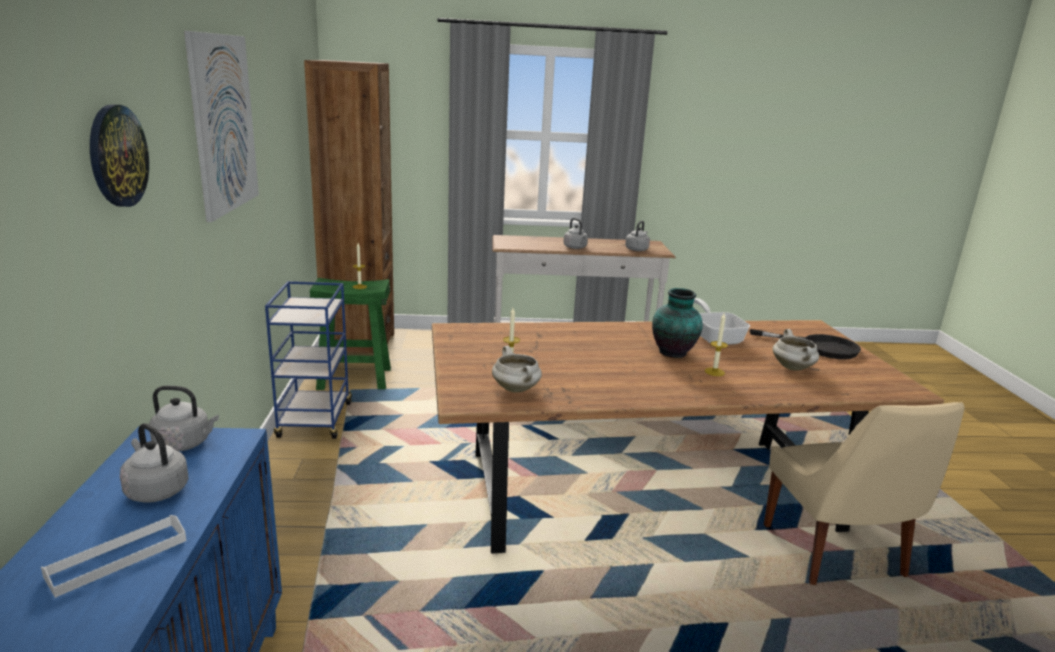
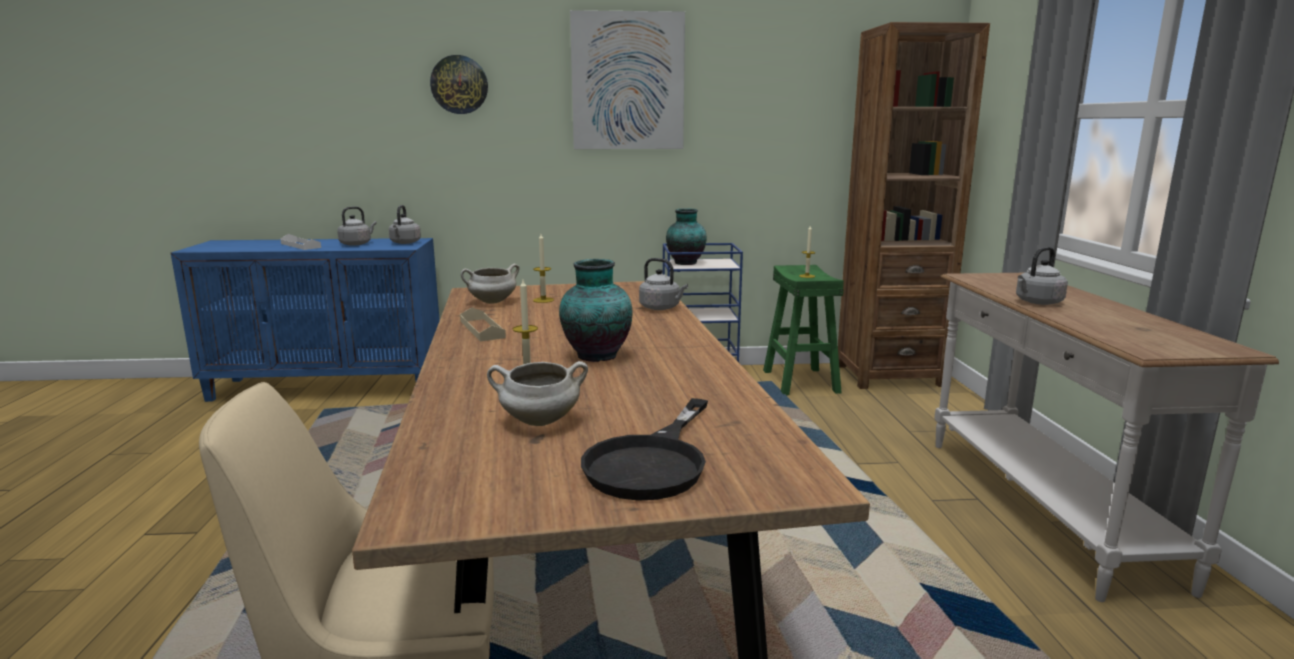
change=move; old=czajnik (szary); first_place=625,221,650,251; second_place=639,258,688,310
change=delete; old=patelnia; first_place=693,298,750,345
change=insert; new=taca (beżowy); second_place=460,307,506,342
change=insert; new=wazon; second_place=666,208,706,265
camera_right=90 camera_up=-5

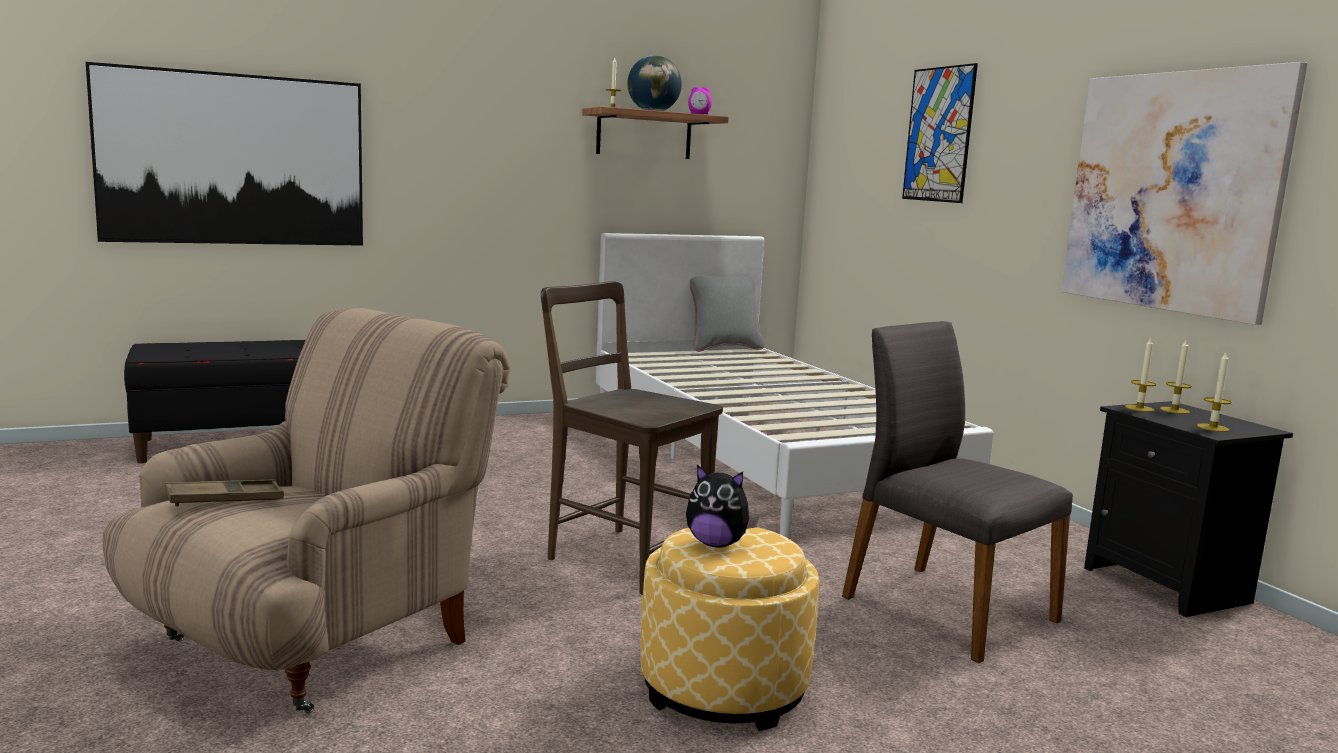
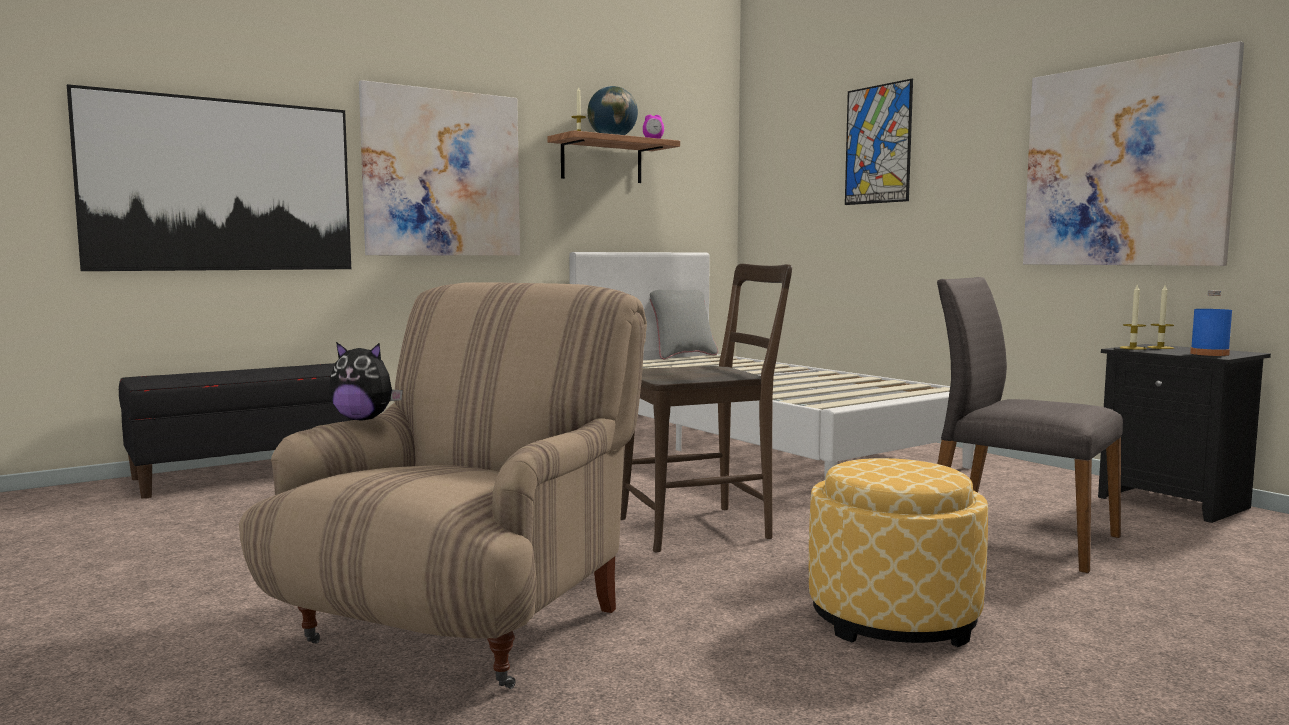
change=delete; old=taca (brązowy); first_place=165,480,284,507
change=rotate; old=krzesło (brązowy); first_place=541,281,723,595; second_place=620,264,792,552; degrees=135
change=move; old=pluszak; first_place=686,465,759,547; second_place=329,342,403,421
change=replace; old=świeca; new=butelka (niebieski); first_place=1197,353,1232,432; second_place=1190,290,1232,356
change=insert; new=obraz; second_place=359,80,520,256
camera_right=-10 camera_up=-5

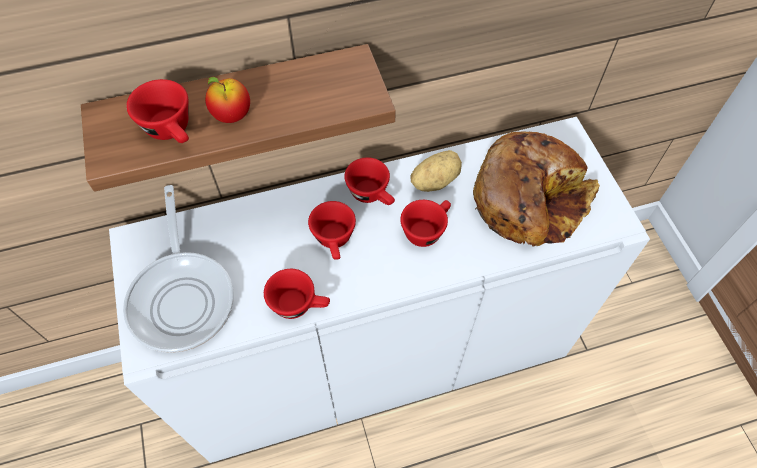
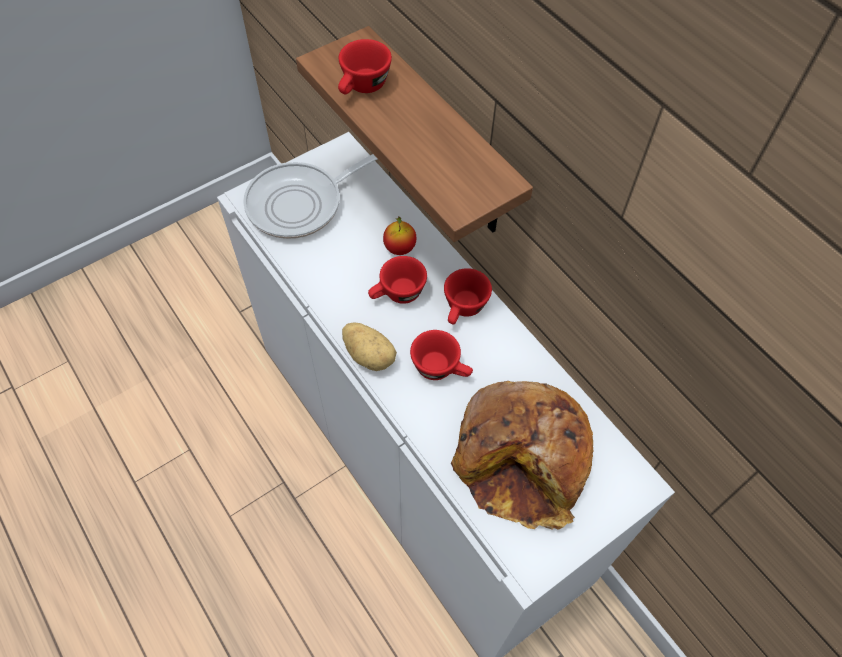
change=move; old=jabłko; first_place=205,77,250,123; second_place=383,216,416,255
change=delete; old=filiżanka (czerwony); first_place=264,269,330,319
change=move; old=ziemniak; first_place=411,150,462,192; second_place=342,322,397,371
camera_right=70 camera_up=0

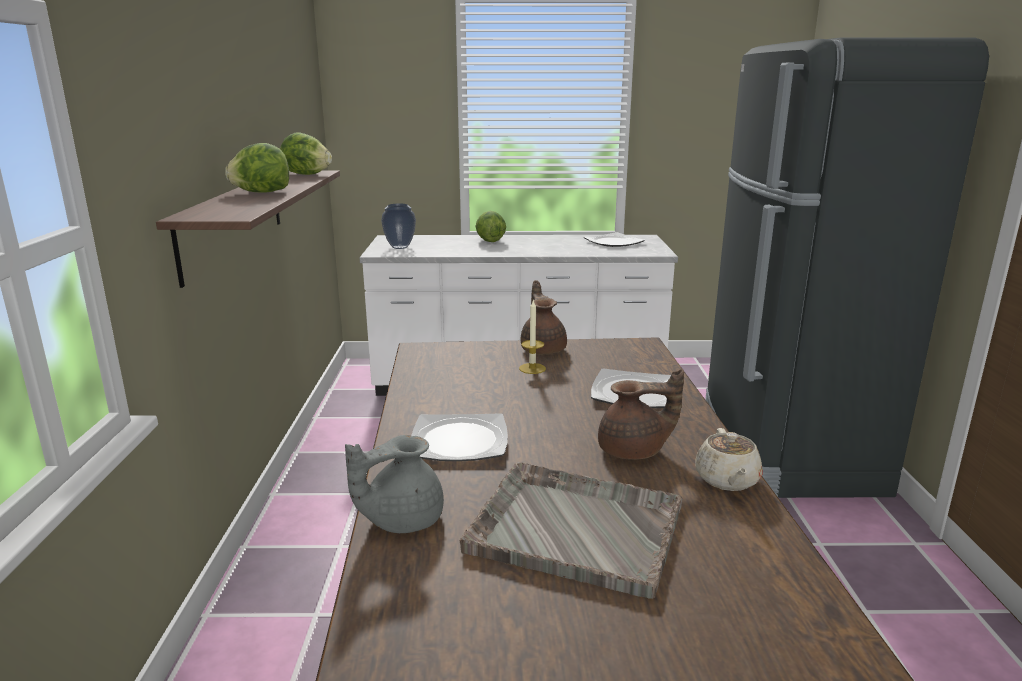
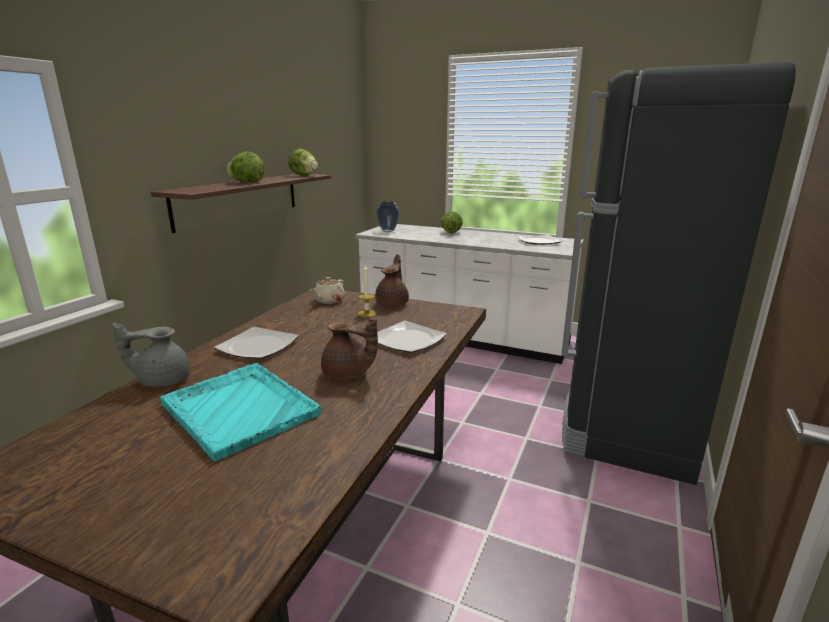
change=recolor; old=taca (szary); new=taca (turkusowy); first_place=460,462,682,599; second_place=159,363,321,461
change=move; old=imbryk (beżowy); first_place=695,428,762,491; second_place=311,277,345,304
camera_right=25 camera_up=0

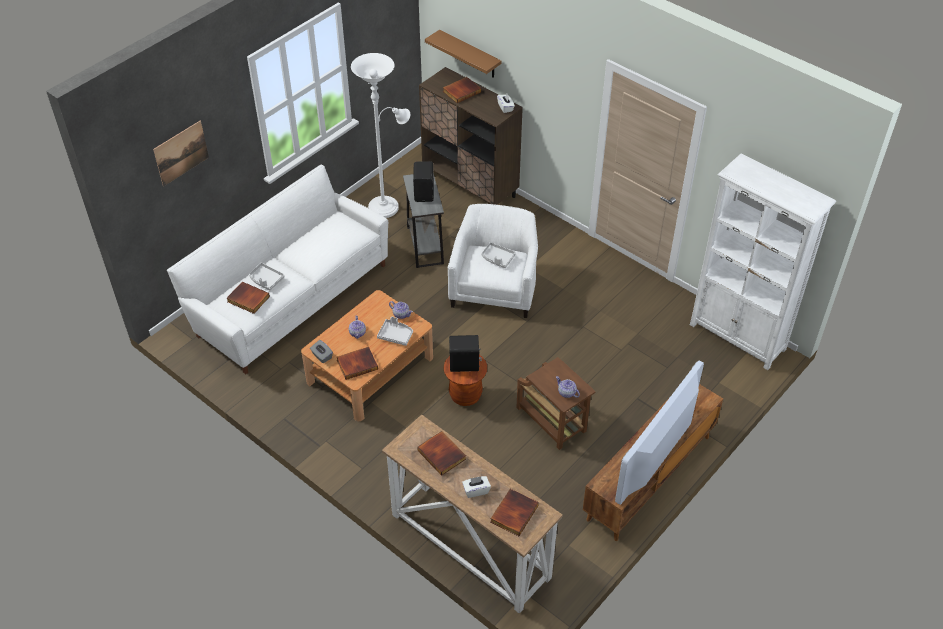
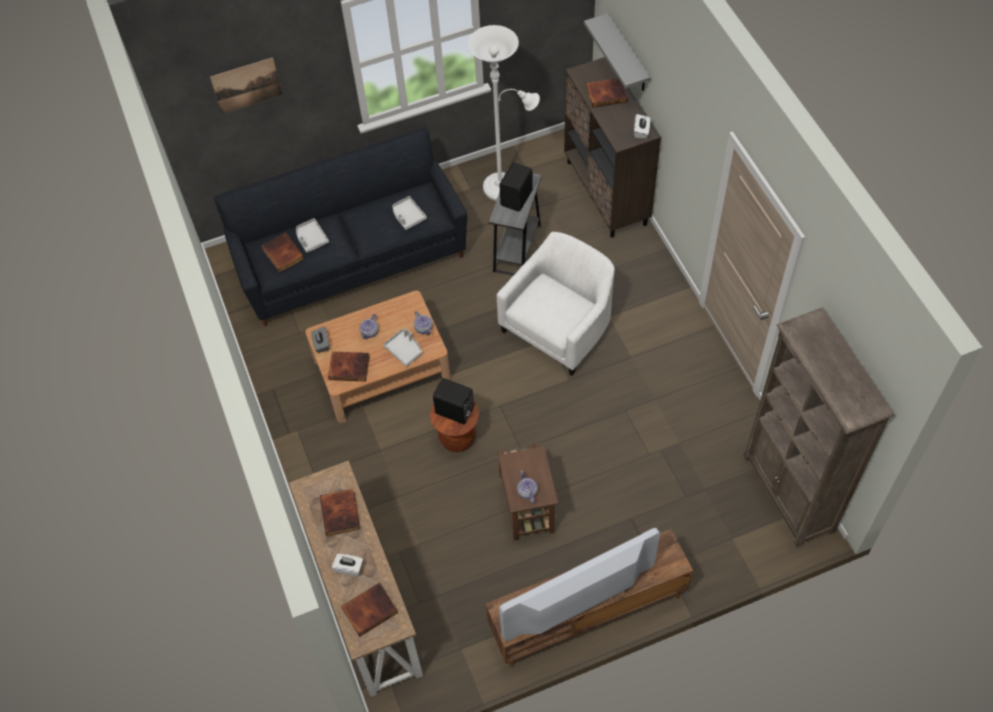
change=recolor; old=kanapa (biały); new=kanapa (czarny); first_place=167,165,388,374; second_place=214,127,468,326
change=recolor; old=półka (brązowy); new=półka (szary); first_place=425,29,501,78; second_place=584,13,651,91
change=move; old=taca (szary); first_place=481,242,516,268; second_place=393,196,427,230
change=recolor; old=regał (biały); new=regał (brązowy); first_place=690,154,836,370; second_place=743,307,895,548
camera_right=30 camera_up=10

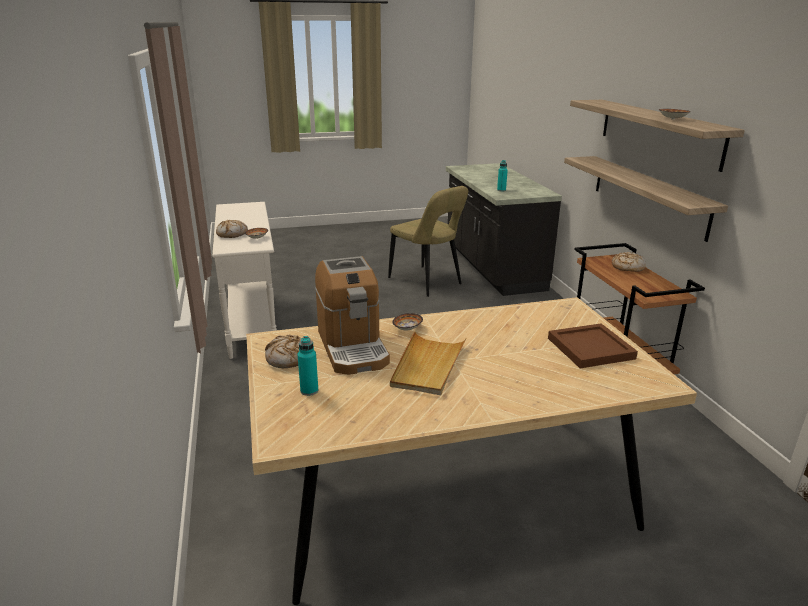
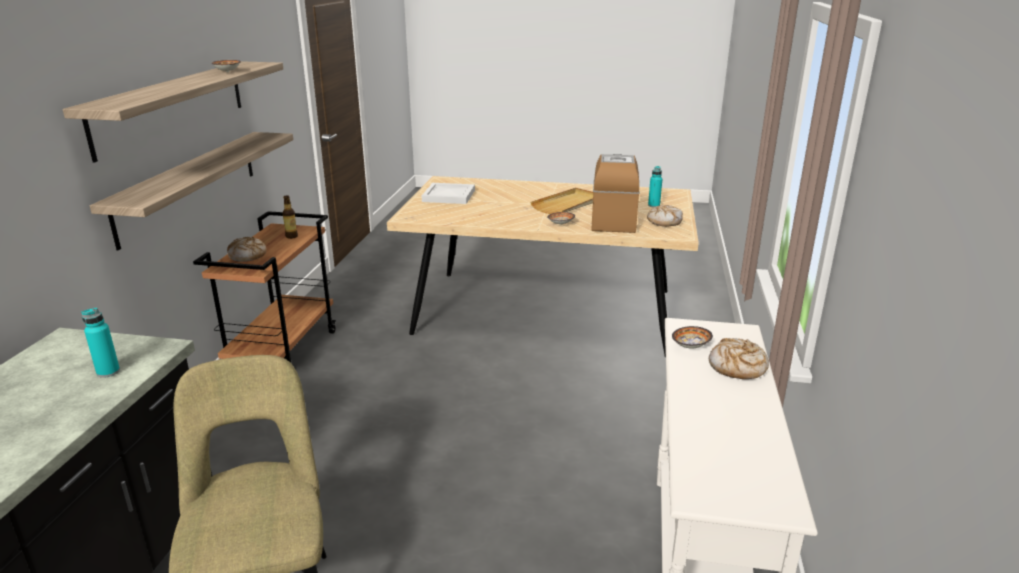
change=recolor; old=taca (brązowy); new=taca (biały); first_place=548,323,638,368; second_place=422,183,475,204
change=insert; new=butelka; second_place=282,195,298,239
camera_right=-155 camera_up=0

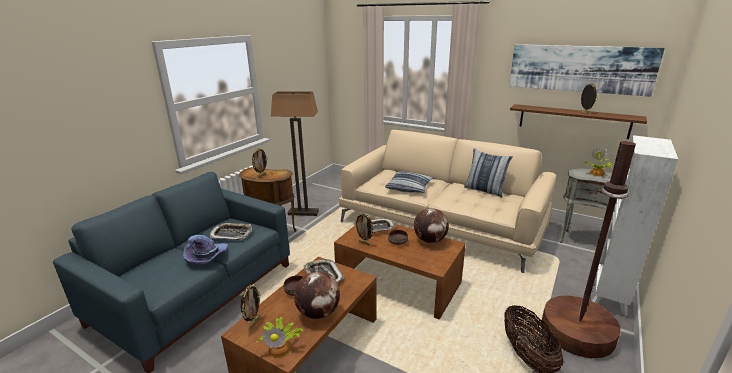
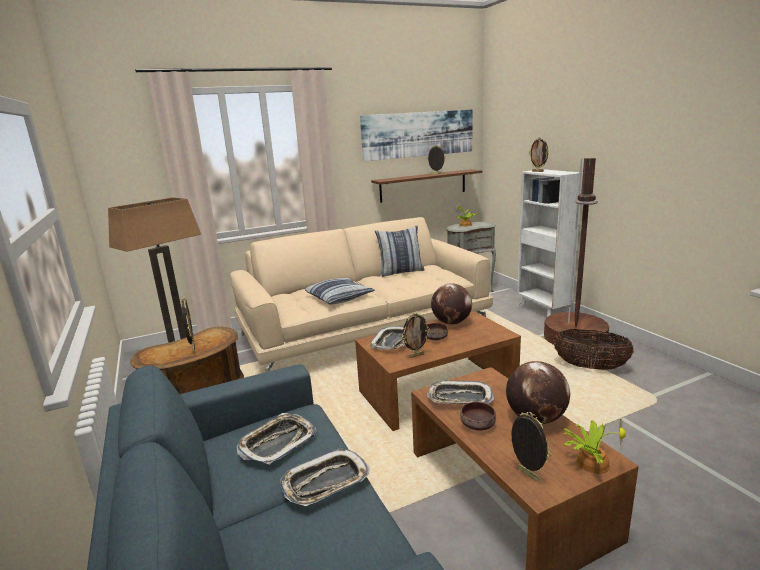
change=replace; old=kapelusz (fioletowy); new=taca; first_place=183,235,228,264; second_place=280,449,369,506
change=insert; new=ramka na zdjęcie; second_place=529,137,549,172
camera_right=-55 camera_up=-5

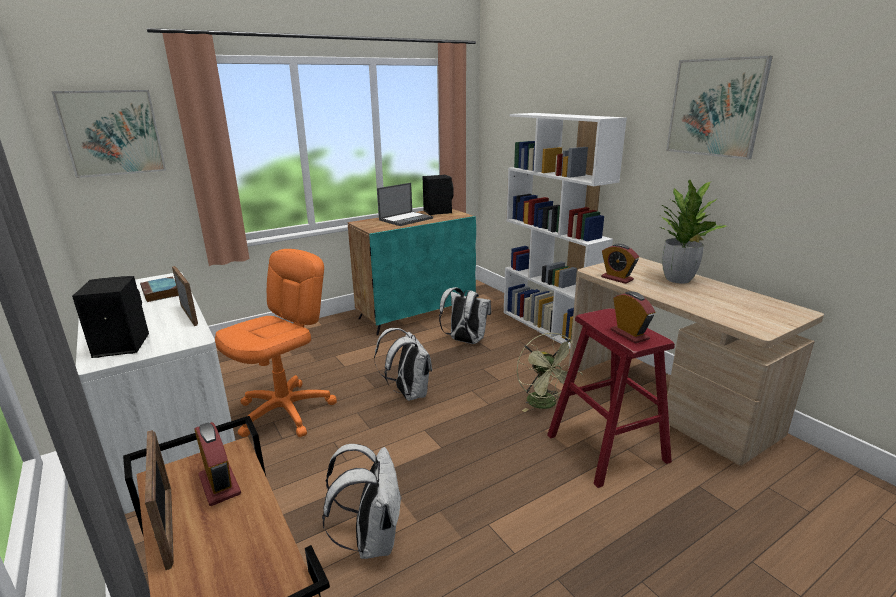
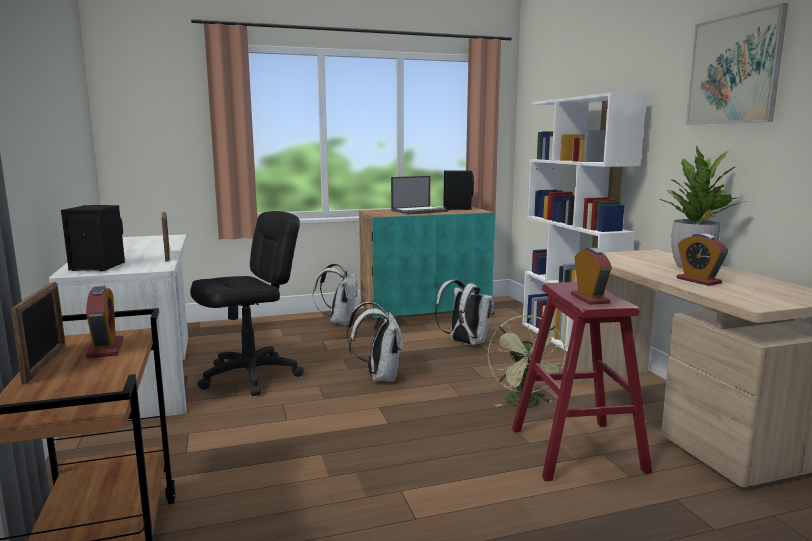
change=delete; old=obraz; first_place=52,90,166,178
change=delete; old=książka; first_place=140,277,178,302
change=recolor; old=krzesło biurowe (pomarańczowy); new=krzesło biurowe (czarny); first_place=215,249,337,437; second_place=190,211,304,396
change=move; old=plecak (biały); first_place=322,444,402,559; second_place=313,263,358,325
change=move; old=budzik; first_place=601,244,639,284; second_place=677,234,728,286
camera_right=15 camera_up=-10

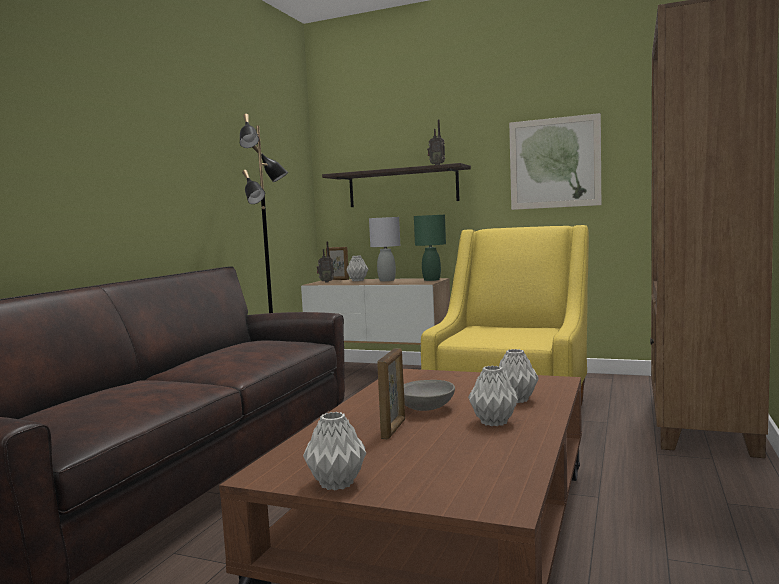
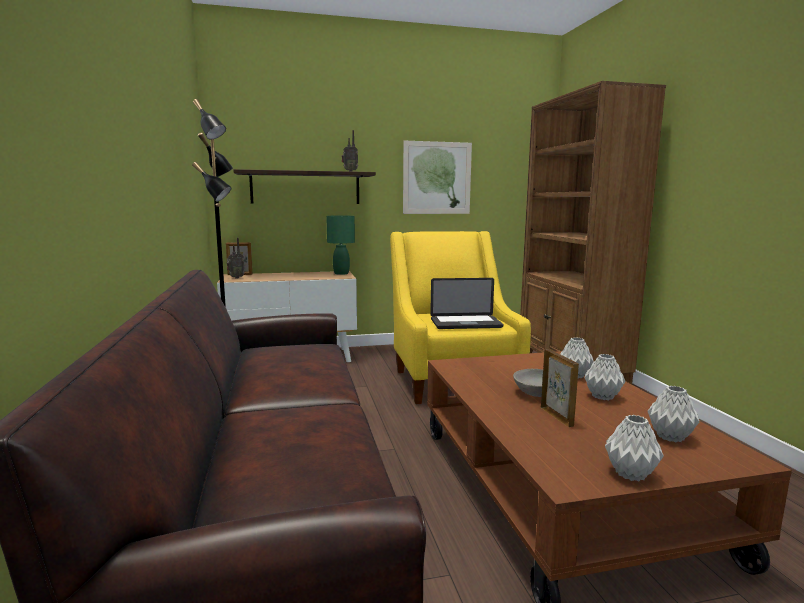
change=move; old=wazon (szary); first_place=346,255,368,281; second_place=647,386,699,442
change=delete; old=lampa stołowa (szary); first_place=369,217,400,281
change=insert; new=laptop; second_place=430,278,503,329
camera_right=-35 camera_up=5

